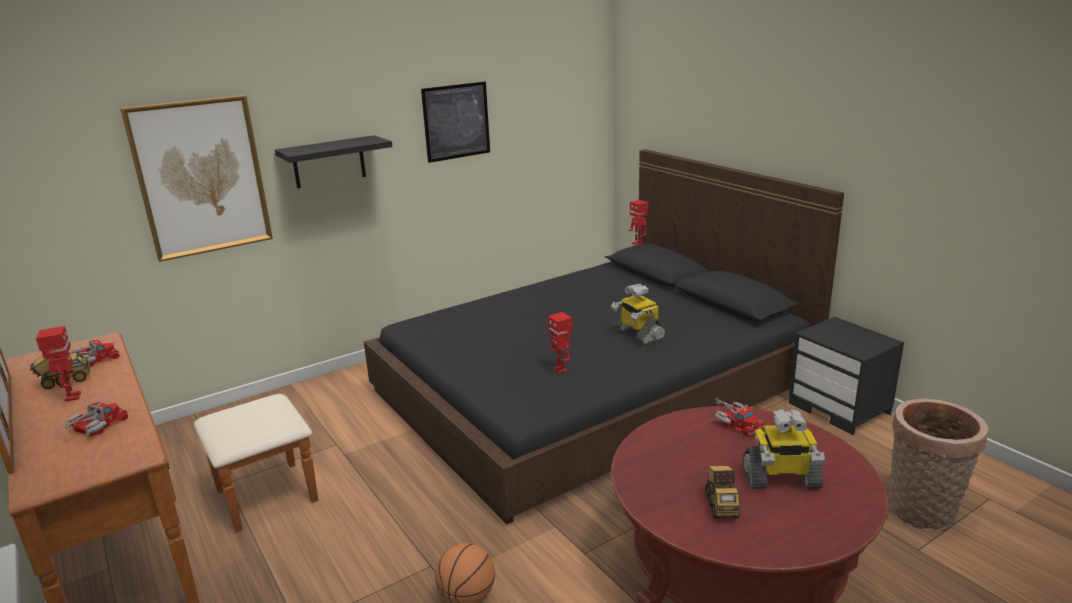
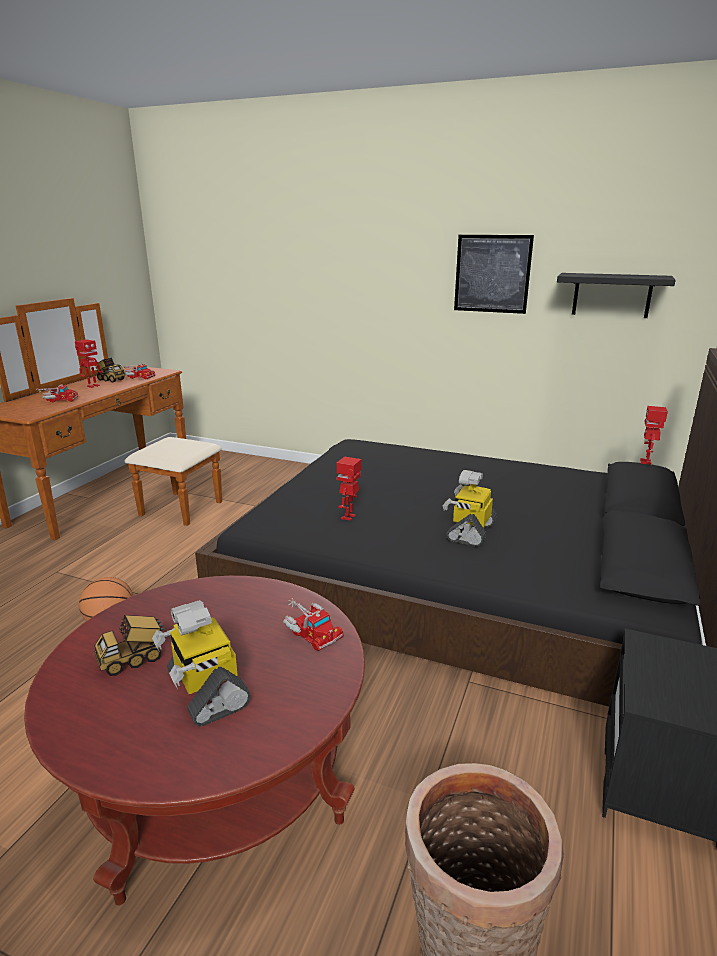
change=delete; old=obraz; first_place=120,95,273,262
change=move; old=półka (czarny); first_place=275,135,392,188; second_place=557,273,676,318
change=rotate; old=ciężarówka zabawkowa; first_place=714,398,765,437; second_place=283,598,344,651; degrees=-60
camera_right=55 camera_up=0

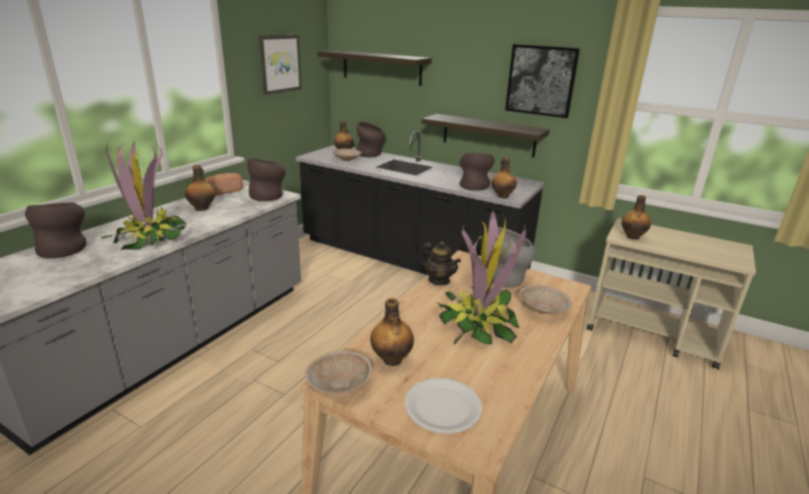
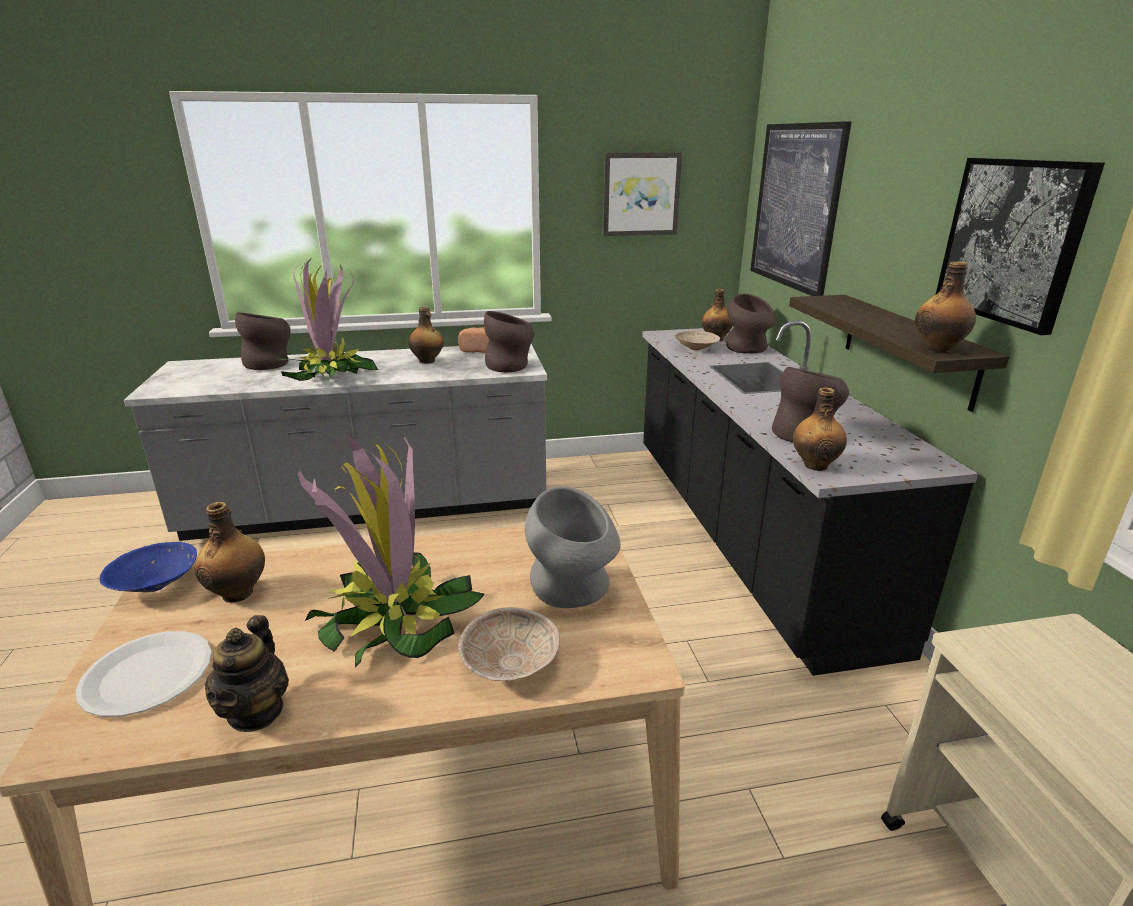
change=recolor; old=miska (beżowy); new=miska (niebieski); first_place=305,350,372,394; second_place=99,542,197,592
change=replace; old=półka; new=obraz; first_place=318,50,432,86; second_place=750,121,852,296
change=move; old=imbryk; first_place=421,241,461,285; second_place=204,615,289,732
change=move; old=butelka; first_place=621,195,651,240; second_place=915,261,976,353
camera_right=50 camera_up=0

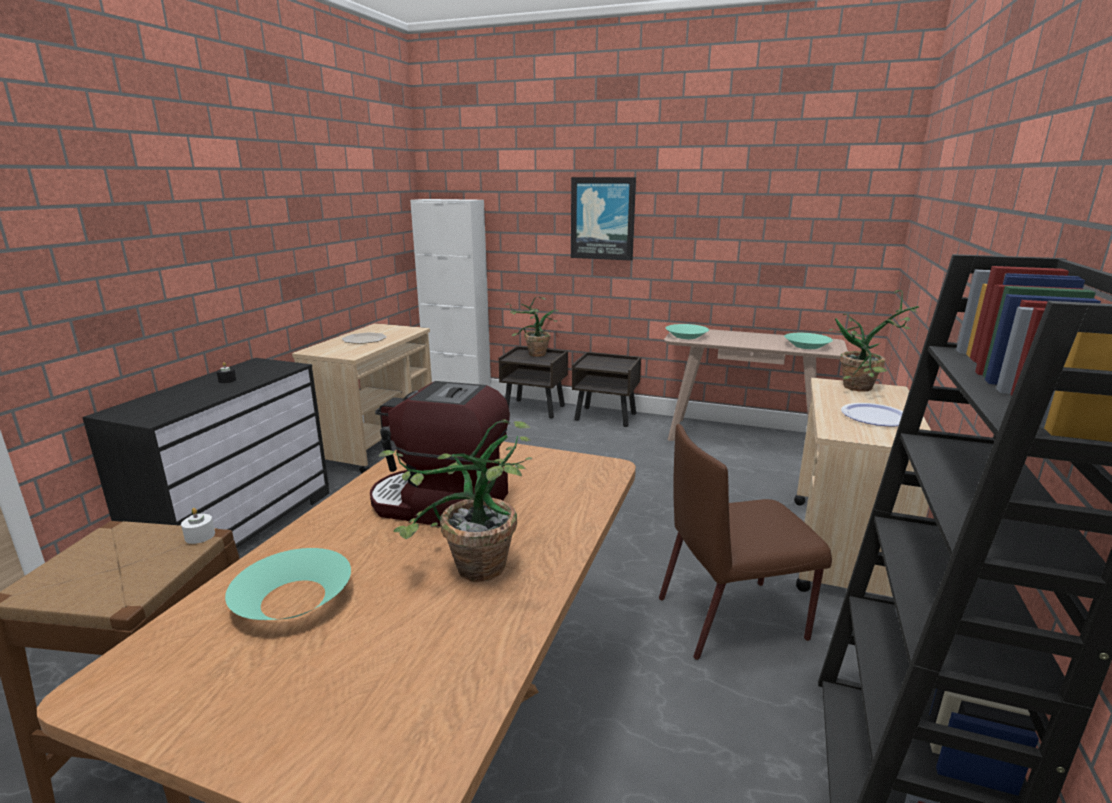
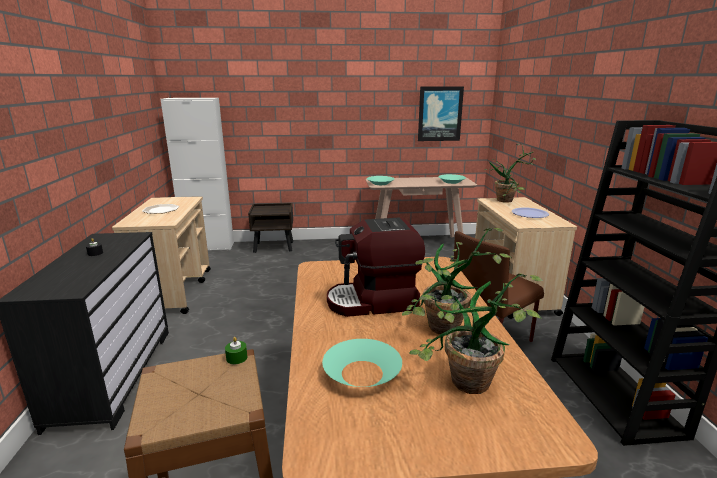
change=recolor; old=świeca (biały); new=świeca (zielony); first_place=181,508,215,544; second_place=225,337,247,365
change=move; old=roślina doniczkowa; first_place=506,296,558,357; second_place=409,274,543,394
change=move; old=obraz; first_place=571,177,636,261; second_place=418,86,464,141
change=delete; old=szafka nocna (brązowy); first_place=572,352,641,427
camera_right=-25 camera_up=0

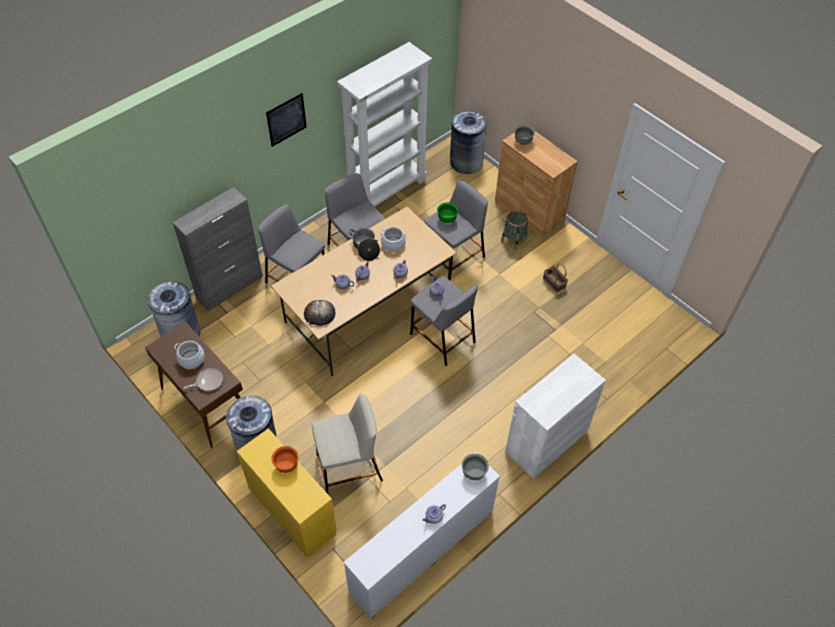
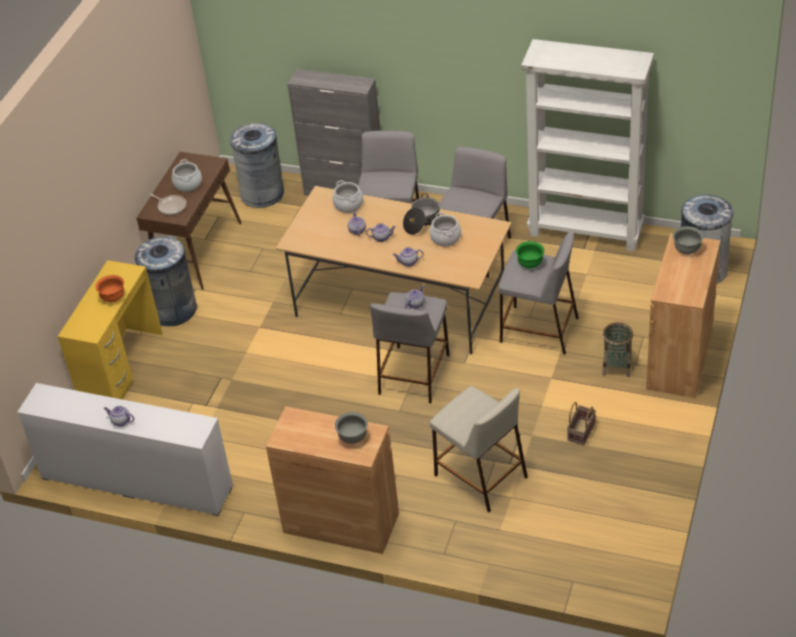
change=delete; old=obraz; first_place=266,93,307,147
change=delete; old=chleb; first_place=304,300,336,326
change=move; old=stołek (beżowy); first_place=312,394,383,494; second_place=430,386,528,512
change=move; old=miska (szary); first_place=462,454,489,481; second_place=335,412,368,444
change=recolor; old=szafka (biały); new=szafka (brązowy); first_place=505,354,606,479; second_place=266,406,399,554
change=insert; new=garnek; second_place=332,180,363,213
camera_right=65 camera_up=-10

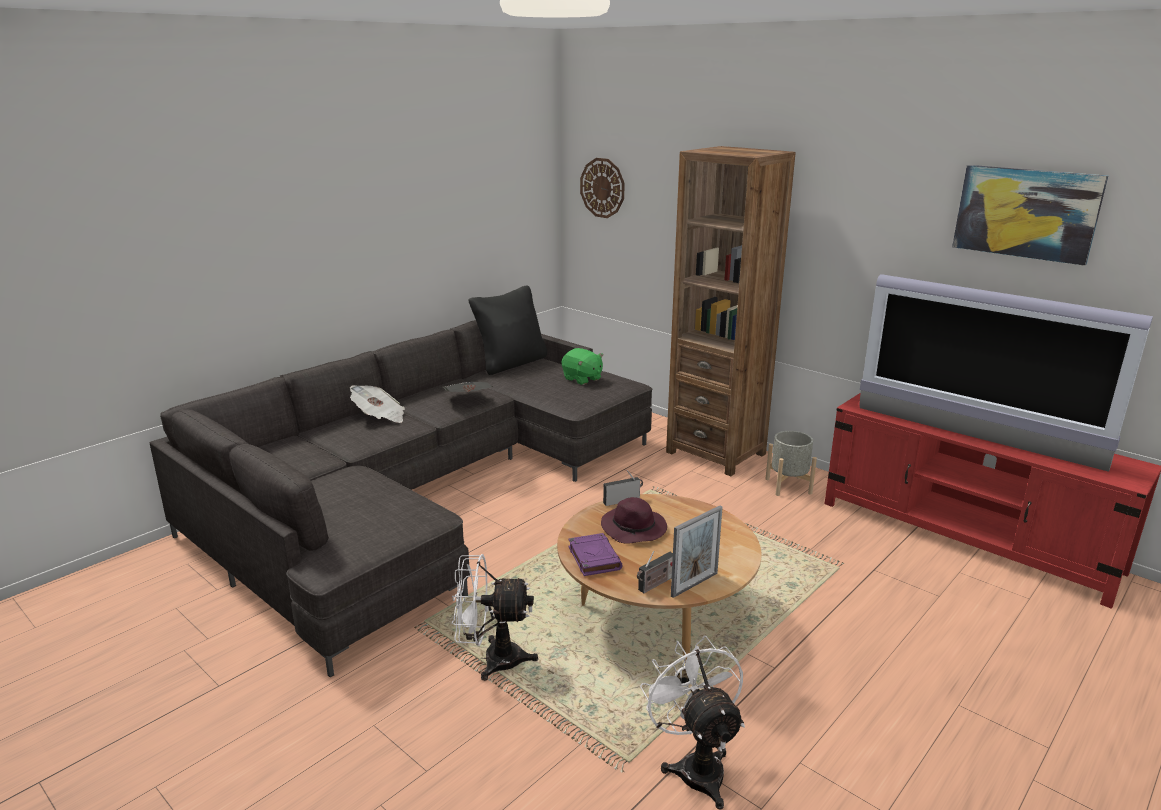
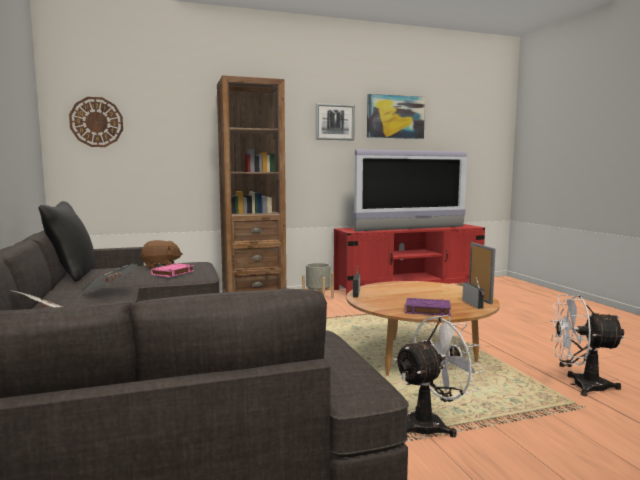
change=rotate; old=wentylator (biały); first_place=452,554,538,681; second_place=394,315,484,437; degrees=-150
change=recolor; old=pluszak (zielony); new=pluszak (brązowy); first_place=562,348,603,385; second_place=140,240,183,269
change=delete; old=kapelusz (fioletowy); first_place=601,497,667,544
change=insert; new=książka (różowy); second_place=151,263,194,277
change=insert; new=obraz; second_place=316,103,355,140
camera_right=-60 camera_up=-15

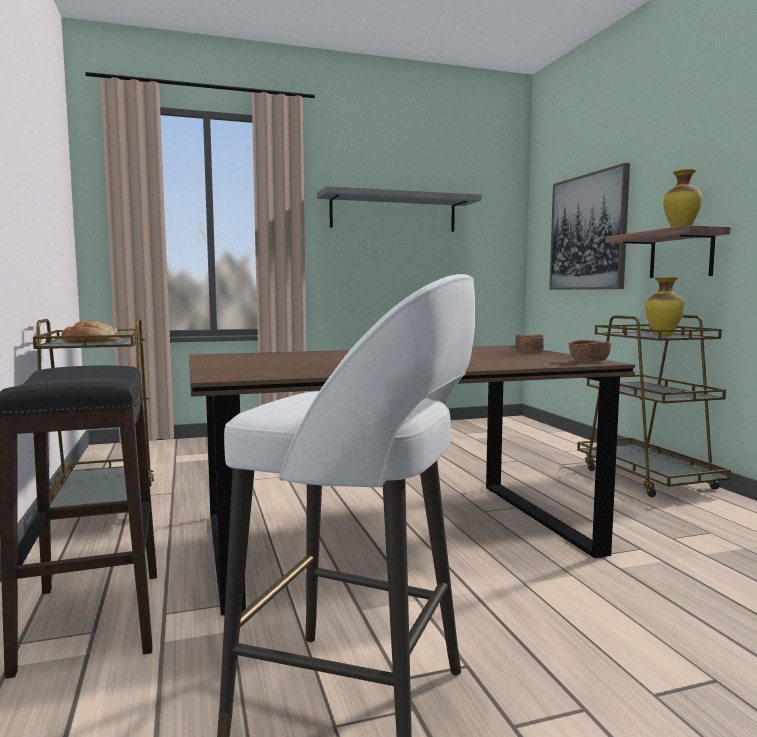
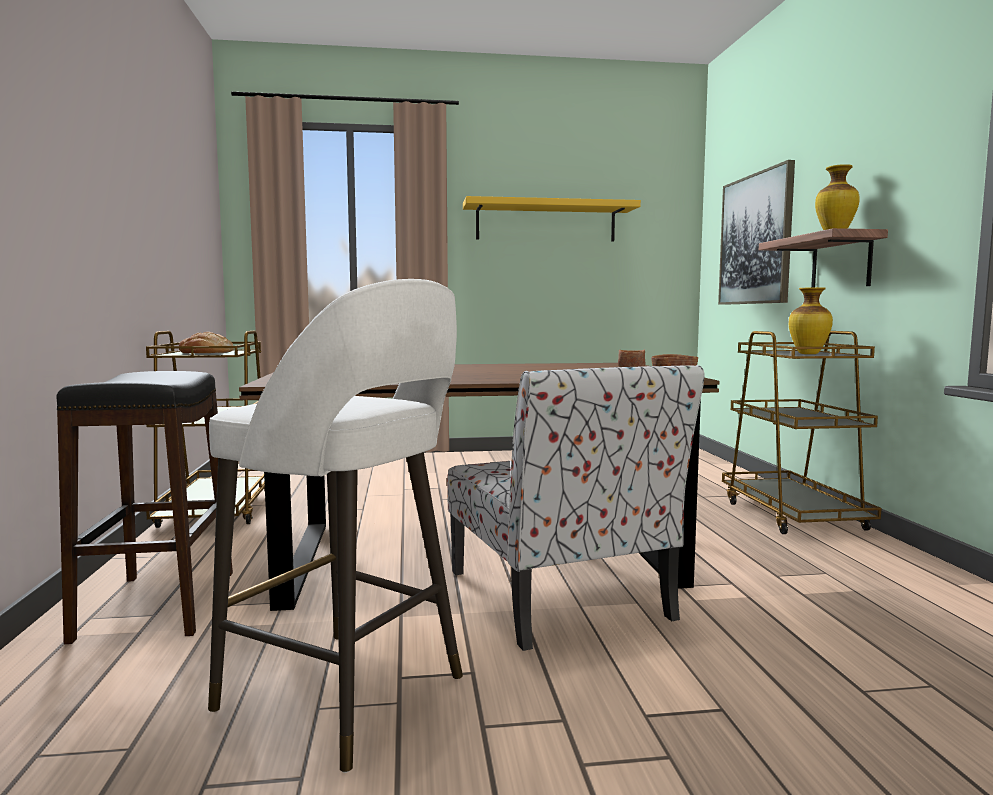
change=recolor; old=półka (szary); new=półka (żółty); first_place=317,186,482,232; second_place=463,196,641,242
change=insert; new=krzesło; second_place=447,365,705,651
camera_right=10 camera_up=0

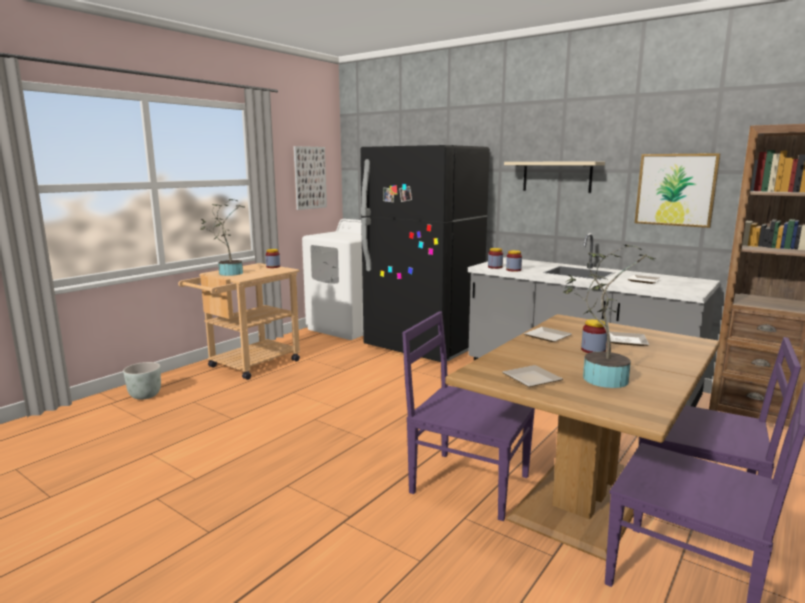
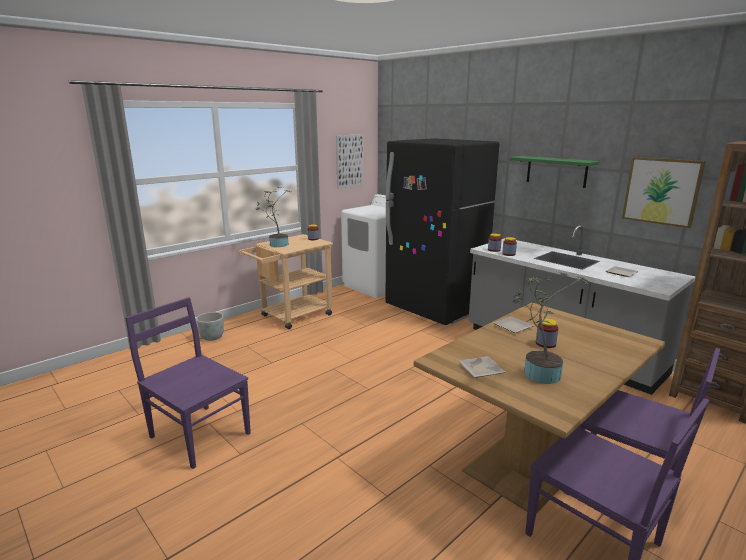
change=move; old=krzesło (fioletowy); first_place=402,311,535,521; second_place=125,297,251,469
change=recolor; old=półka (beżowy); new=półka (zielony); first_place=504,162,605,193; second_place=509,156,600,188
change=delete; old=talerz; first_place=609,331,649,346
camera_right=10 camera_up=5

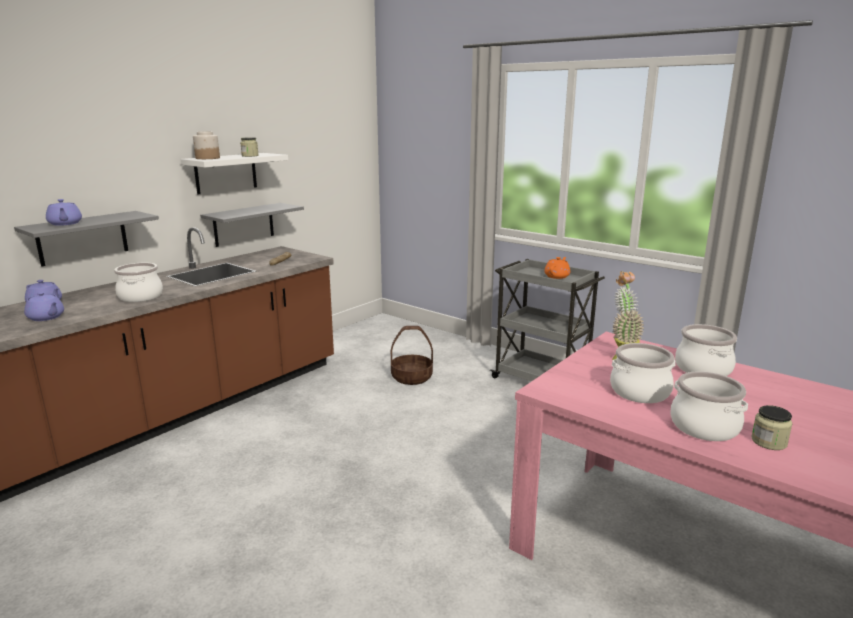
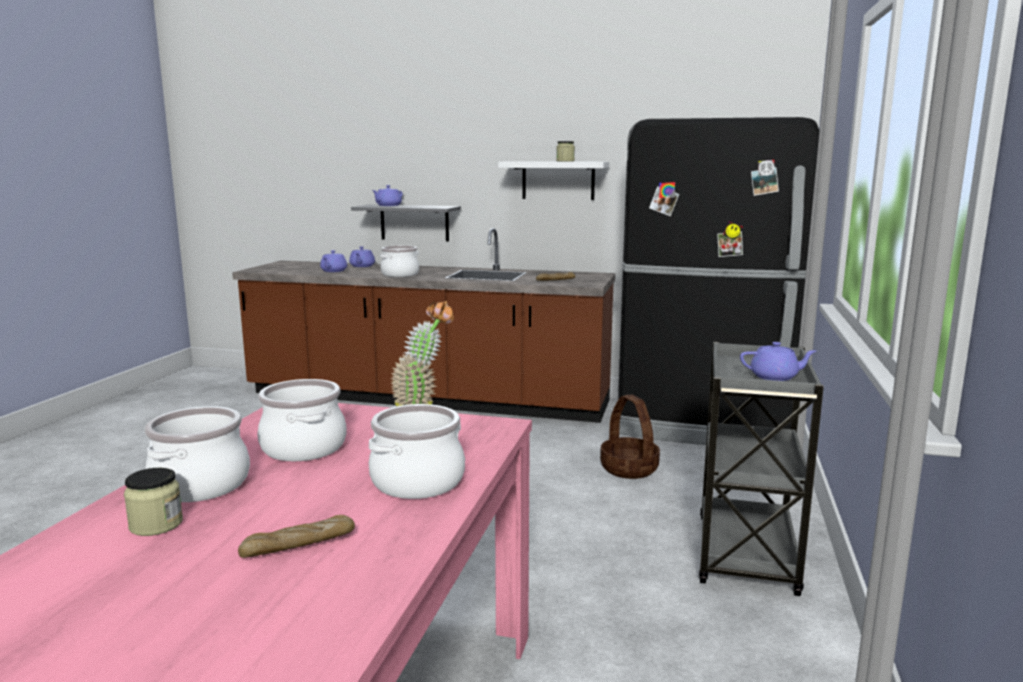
change=delete; old=słoik; first_place=193,131,220,159
change=delete; old=półka (szary); first_place=200,203,304,247
change=recolor; old=imbryk (pomarańczowy); new=imbryk (fioletowy); first_place=544,257,570,279; second_place=740,342,816,381
change=insert; new=chleb; second_place=238,515,355,558
change=insert; new=lodówka (czarny); second_place=618,117,819,445
camera_right=65 camera_up=-5

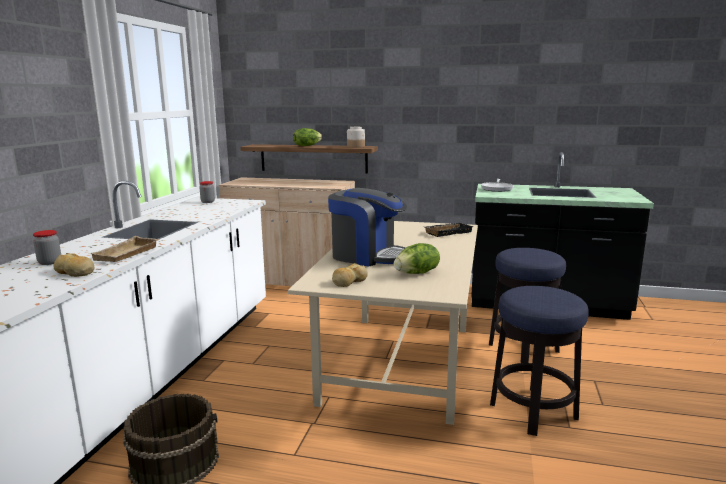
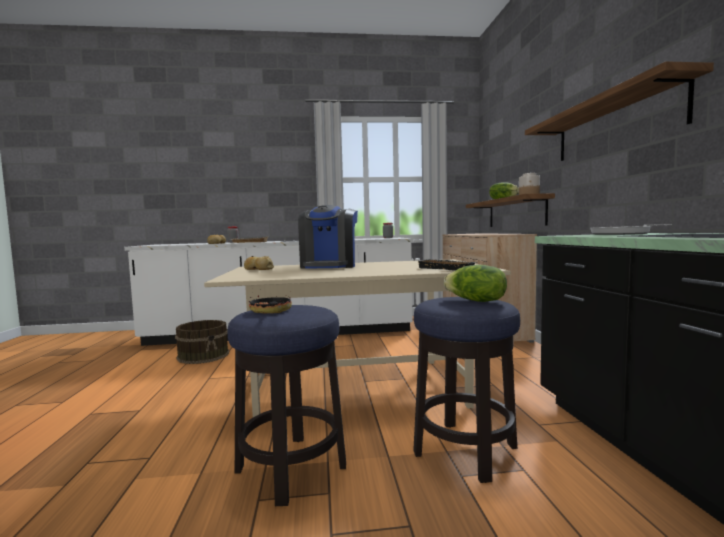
change=move; old=sałata; first_place=394,243,440,274; second_place=444,265,507,302
change=insert; new=patelnia; second_place=249,295,292,314
change=insert; new=półka; second_place=525,61,714,161
camera_right=70 camera_up=-10

